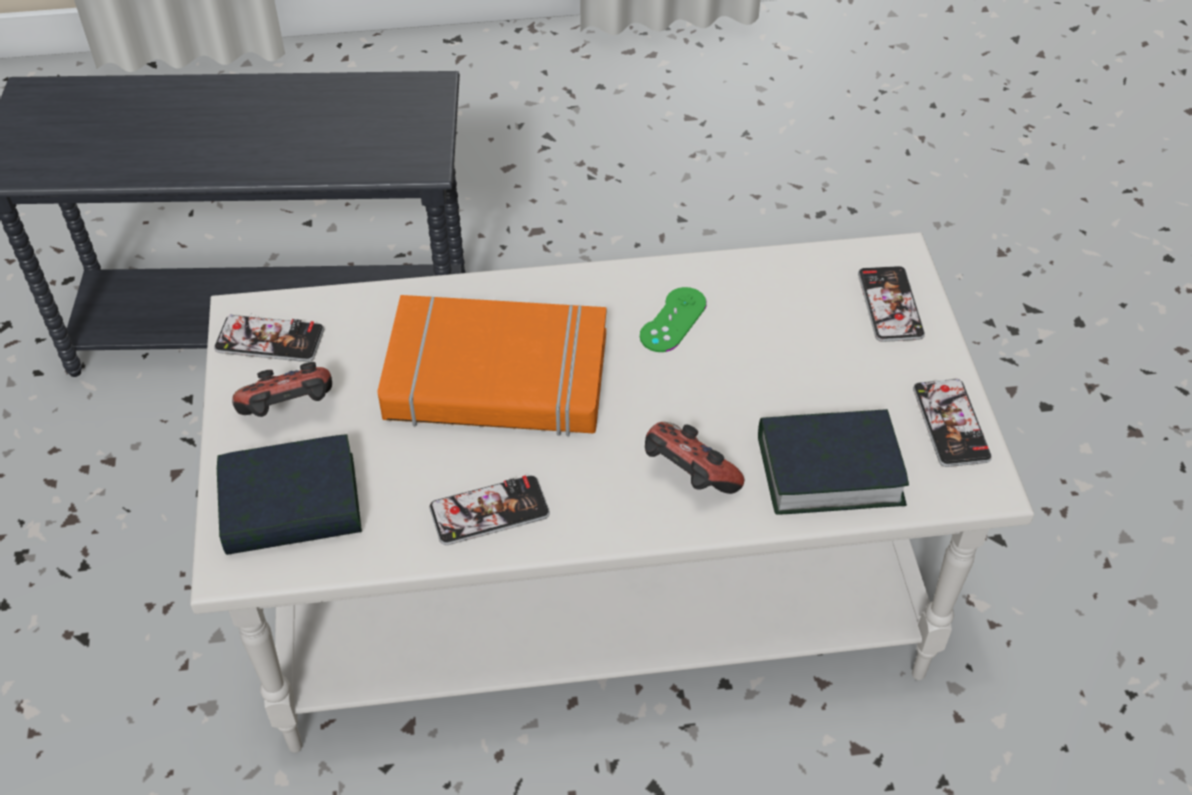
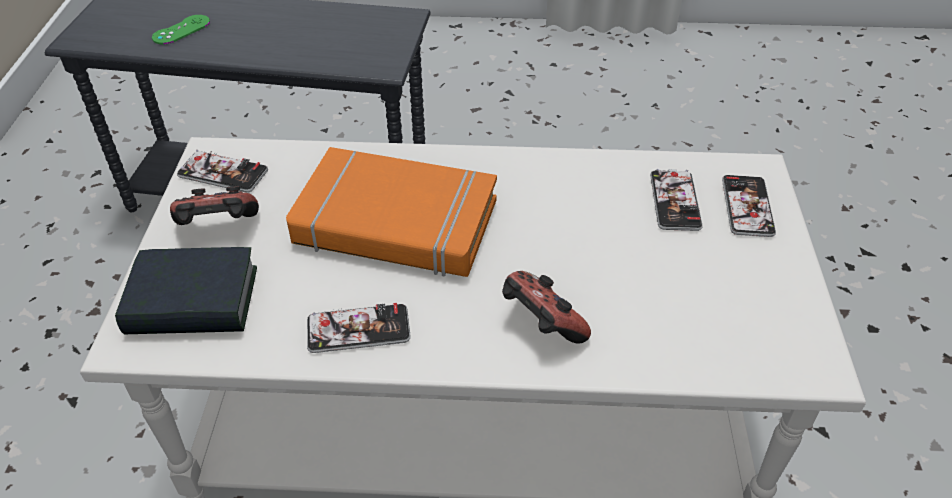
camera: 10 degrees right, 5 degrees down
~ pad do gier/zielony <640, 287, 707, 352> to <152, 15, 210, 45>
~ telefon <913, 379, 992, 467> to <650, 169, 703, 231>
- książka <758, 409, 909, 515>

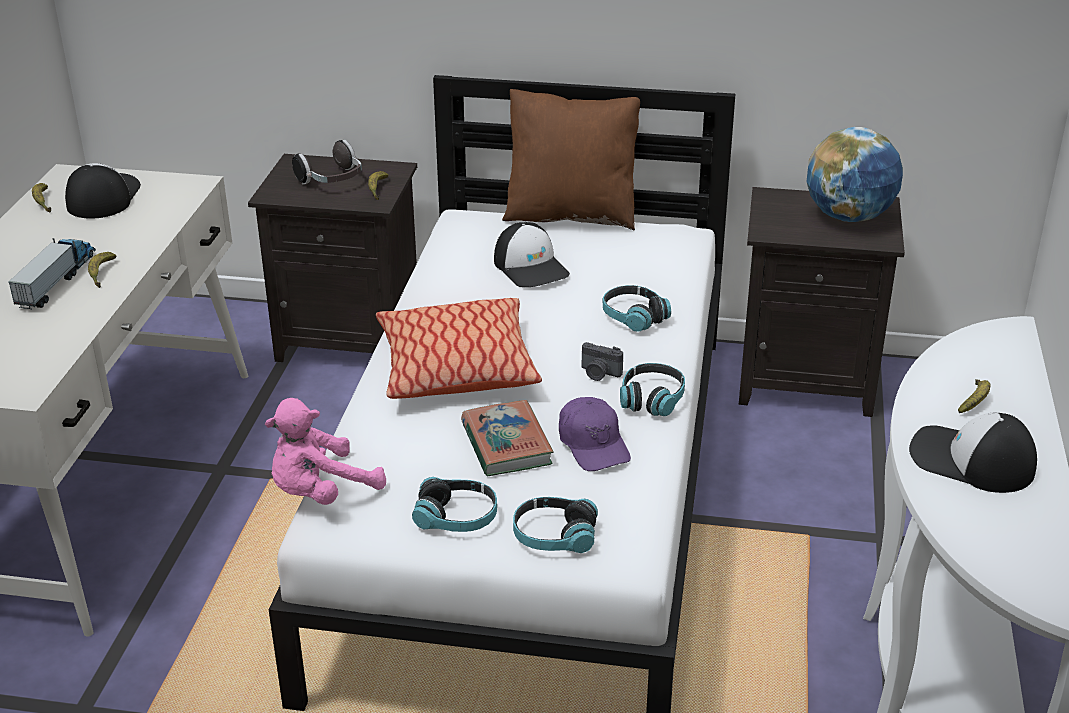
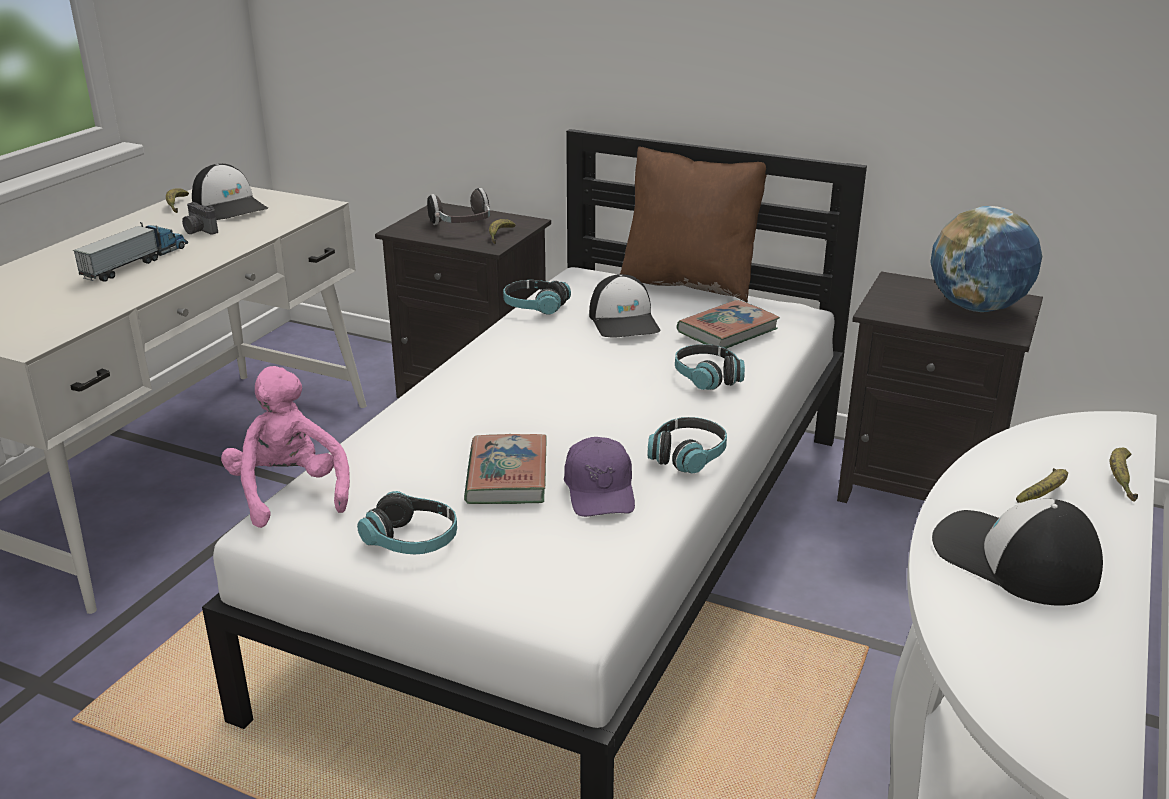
camera: 15 degrees right, 5 degrees down
~ aparat fotograficzny <582, 342, 623, 381> to <182, 202, 218, 234>
~ czapka z daszkiem <65, 163, 141, 219> = <192, 164, 268, 220> 120 degrees clockwise
~ pluszak/różowy <265, 398, 386, 505> = <221, 366, 350, 528> 90 degrees clockwise
~ słuchawki <513, 497, 598, 553> to <503, 280, 571, 315>
+ książka <677, 300, 780, 349>
~ banan <88, 252, 116, 288> to <1110, 448, 1138, 502>
- poduszka <376, 298, 542, 399>

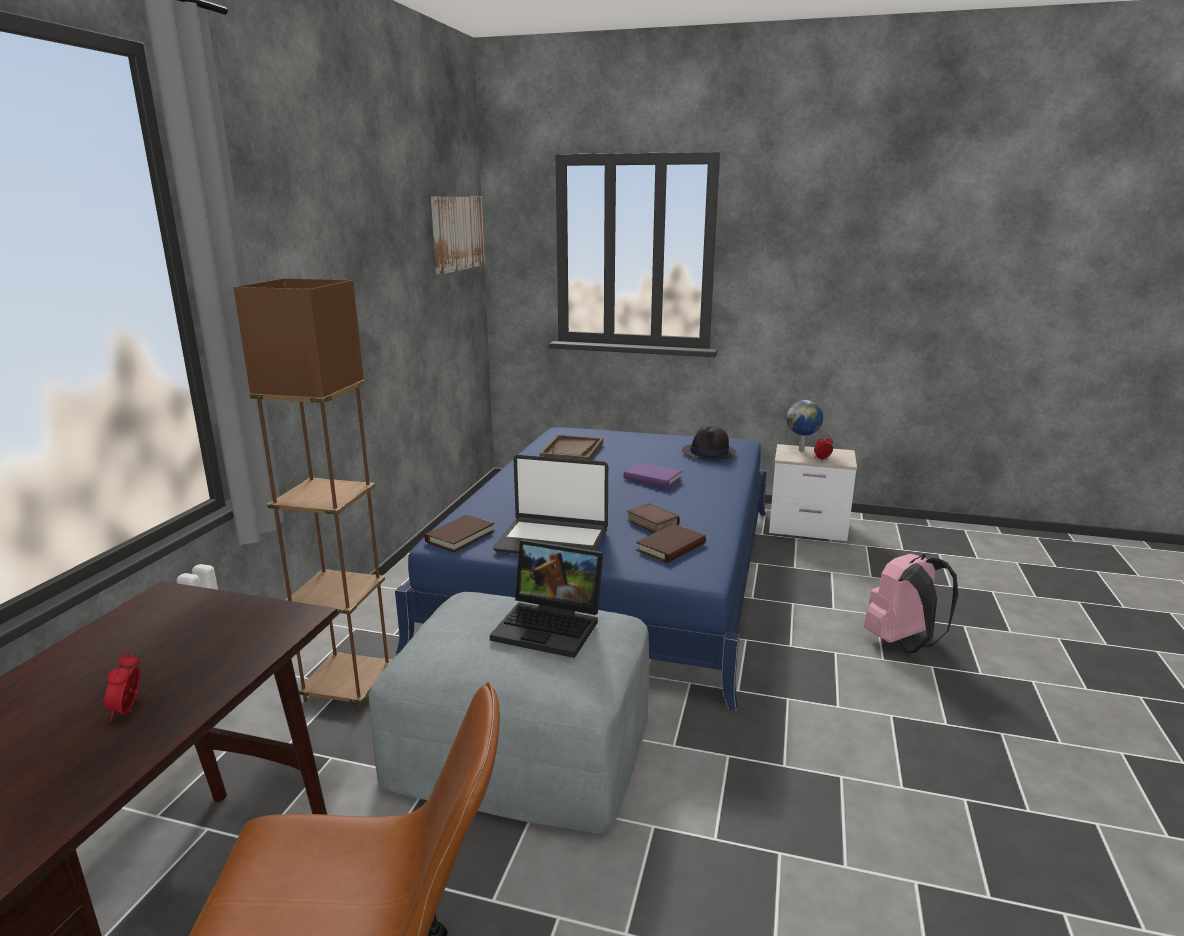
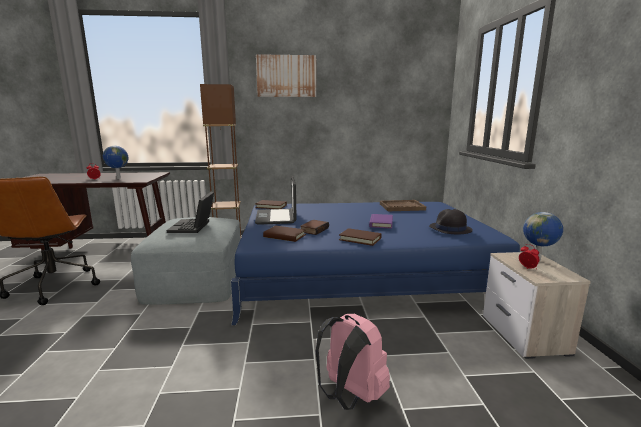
camera: 70 degrees right, 5 degrees down
+ globus <103, 146, 128, 179>
~ obraz <431, 197, 485, 274> to <256, 54, 316, 97>
+ książka/brązowy <339, 228, 382, 246>

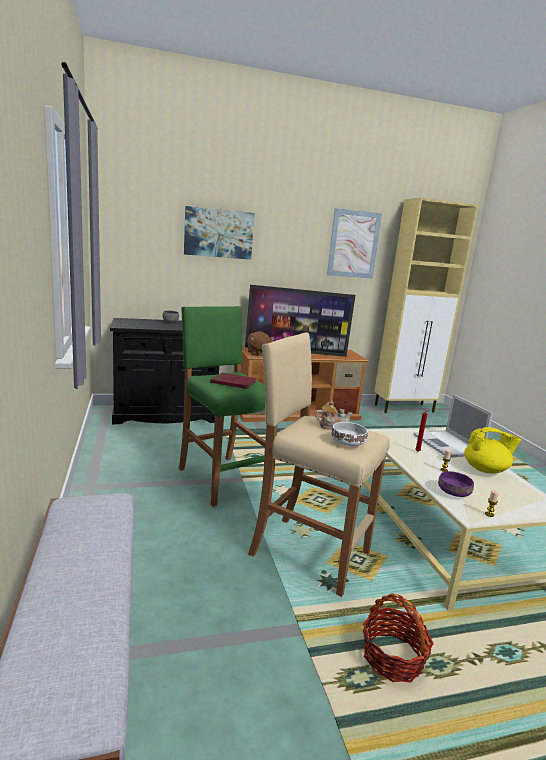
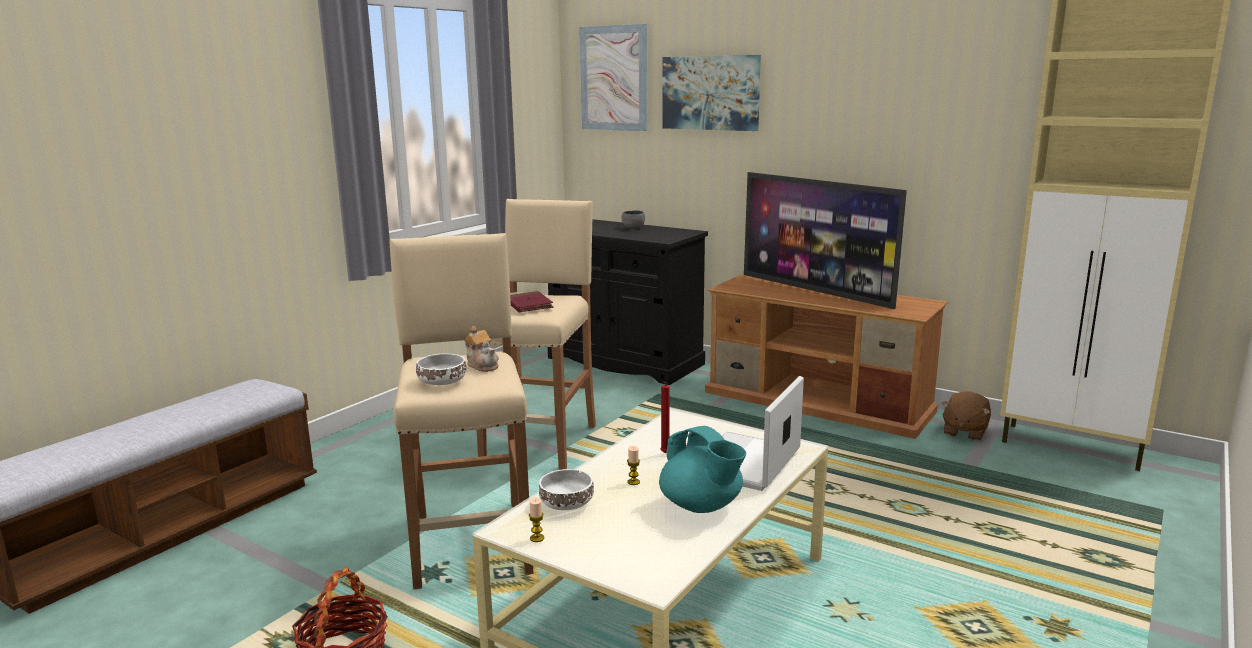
camera: 50 degrees right, 0 degrees up
~ stołek/zielony <179, 306, 267, 507> to stołek/beżowy <477, 199, 596, 470>
~ miska/fioletowy <438, 471, 474, 497> to miska/biały <539, 469, 594, 510>
~ obraz <327, 208, 382, 279> to <579, 24, 647, 131>
~ imbryk/żółty <464, 427, 522, 474> to imbryk/turkusowy <659, 426, 746, 513>
~ pluszak/brązowy <247, 331, 275, 356> to <941, 392, 991, 441>

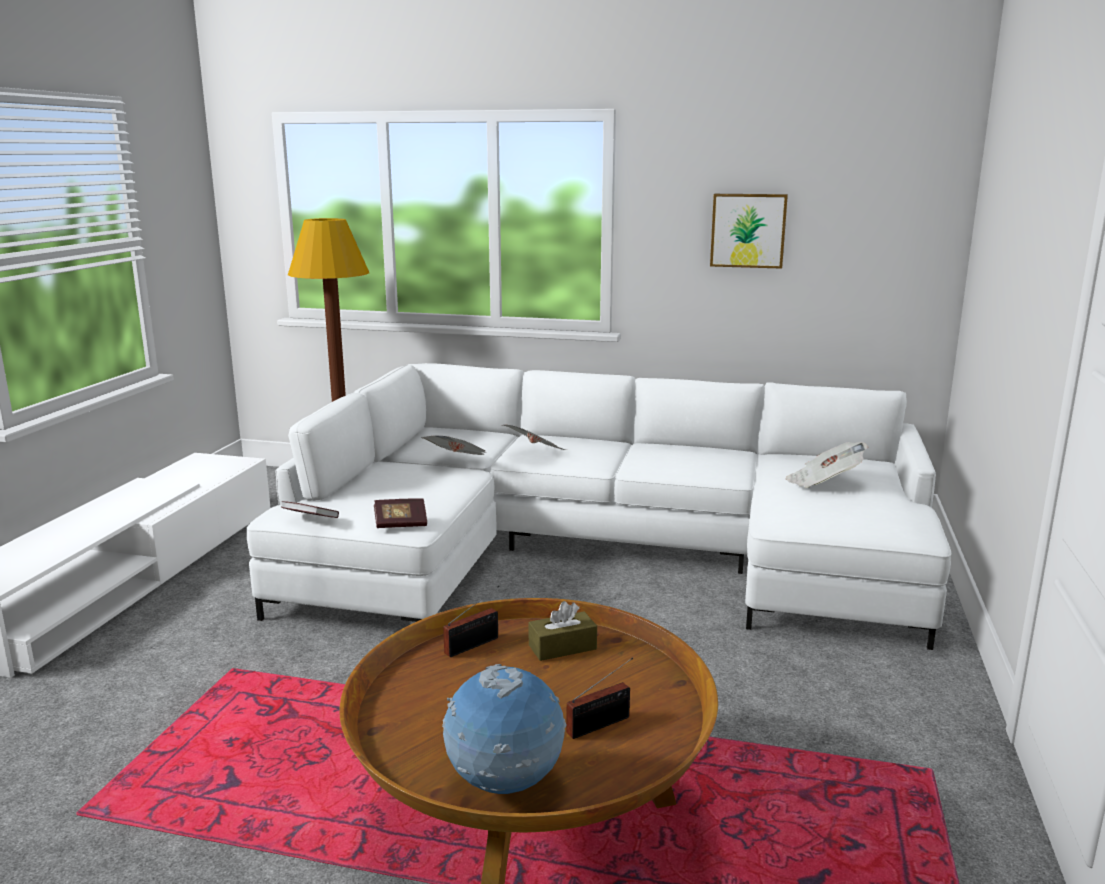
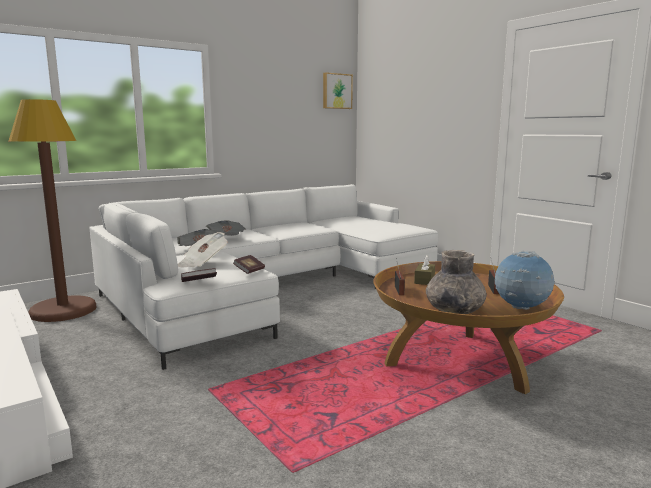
camera: 50 degrees left, 5 degrees down
~ gazeta <786, 442, 868, 488> to <178, 232, 227, 267>
~ obraz <710, 194, 788, 269> to <323, 72, 353, 109>
+ wazon/szary <426, 250, 487, 314>

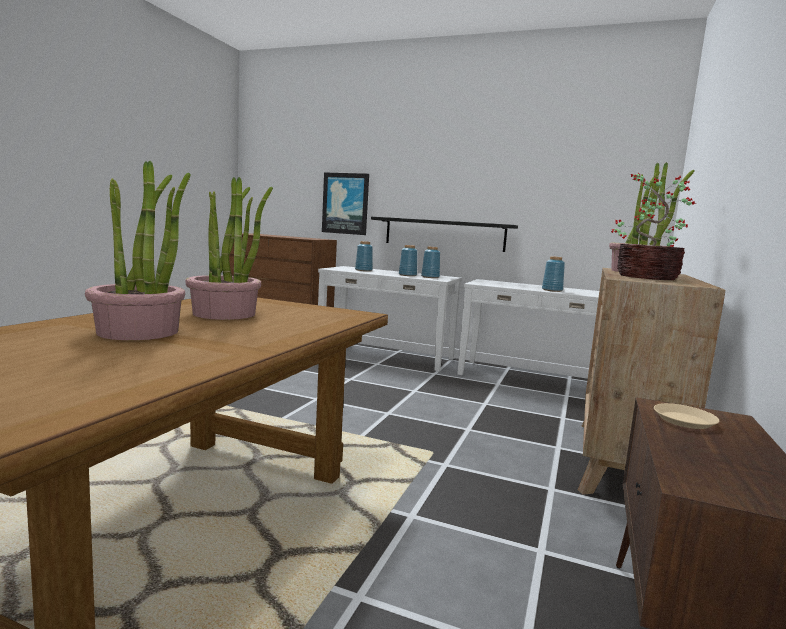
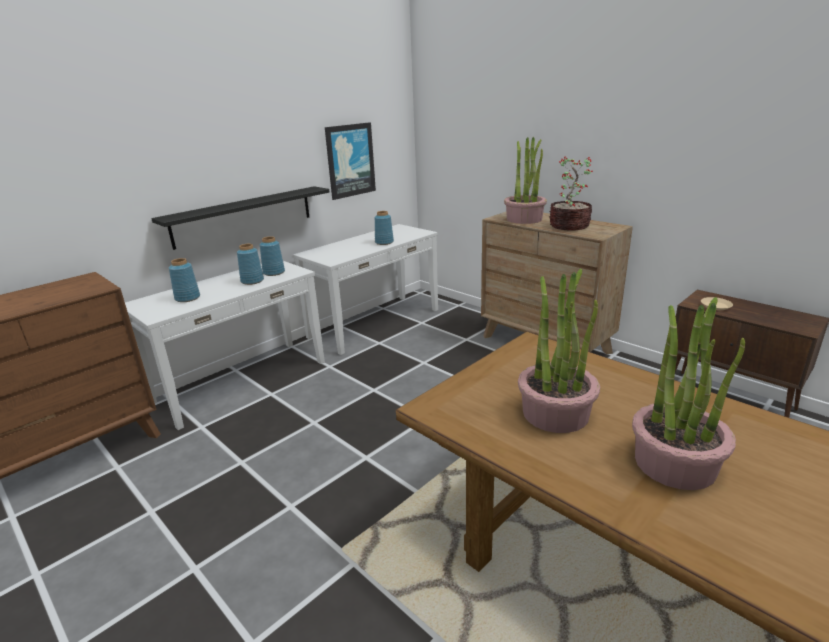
camera: 65 degrees left, 15 degrees up
~ obraz <322, 172, 369, 235> to <325, 122, 376, 200>

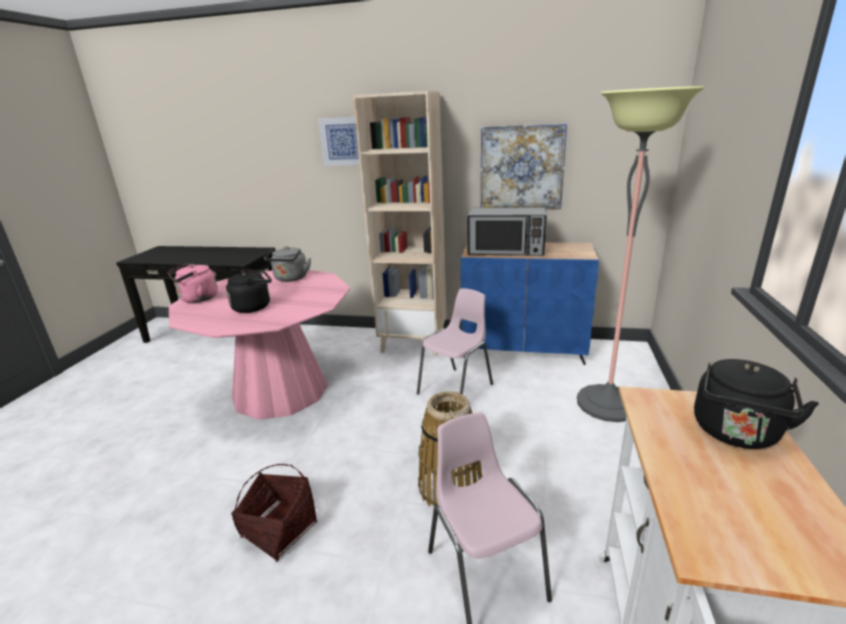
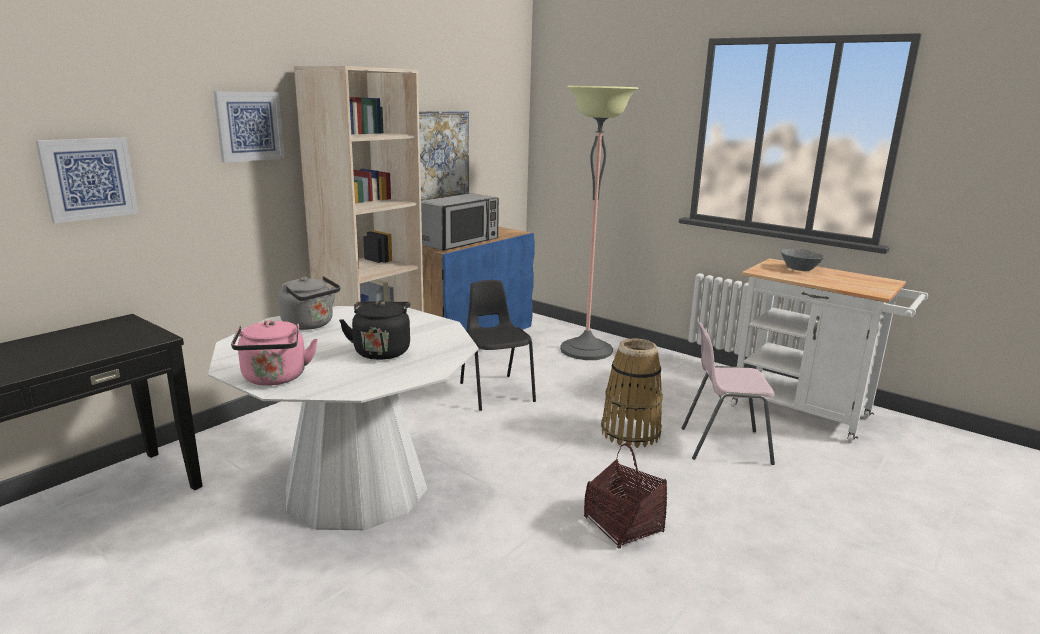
camera: 65 degrees left, 5 degrees down
+ obraz <36, 137, 139, 223>
~ stół jadalny/różowy <169, 270, 350, 420> to stół jadalny/biały <208, 306, 478, 530>
~ krzesło/różowy <417, 288, 493, 408> to krzesło/czarny <460, 280, 536, 411>
~ czajnik/czarny <694, 359, 819, 449> to miska/szary <781, 249, 824, 271>

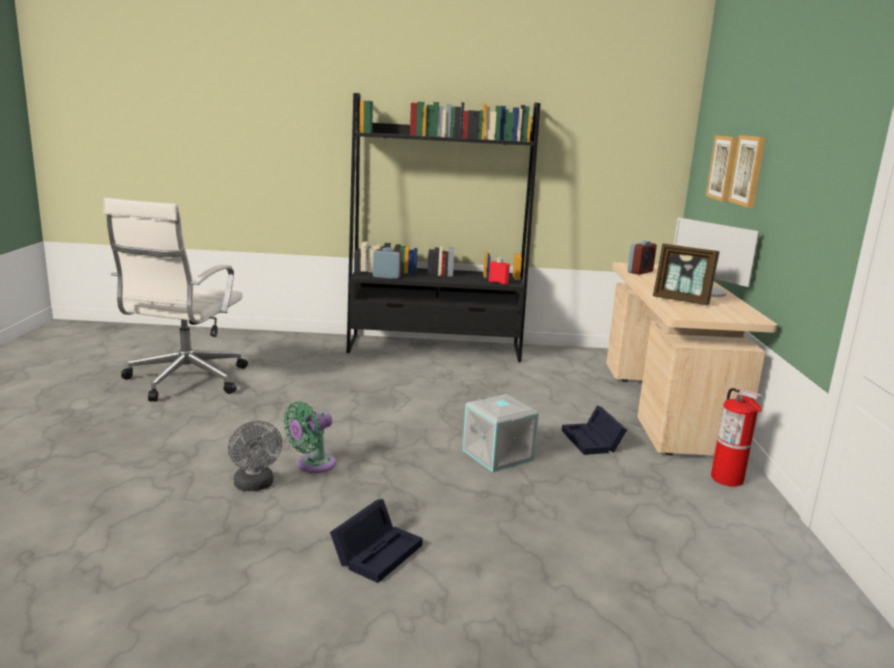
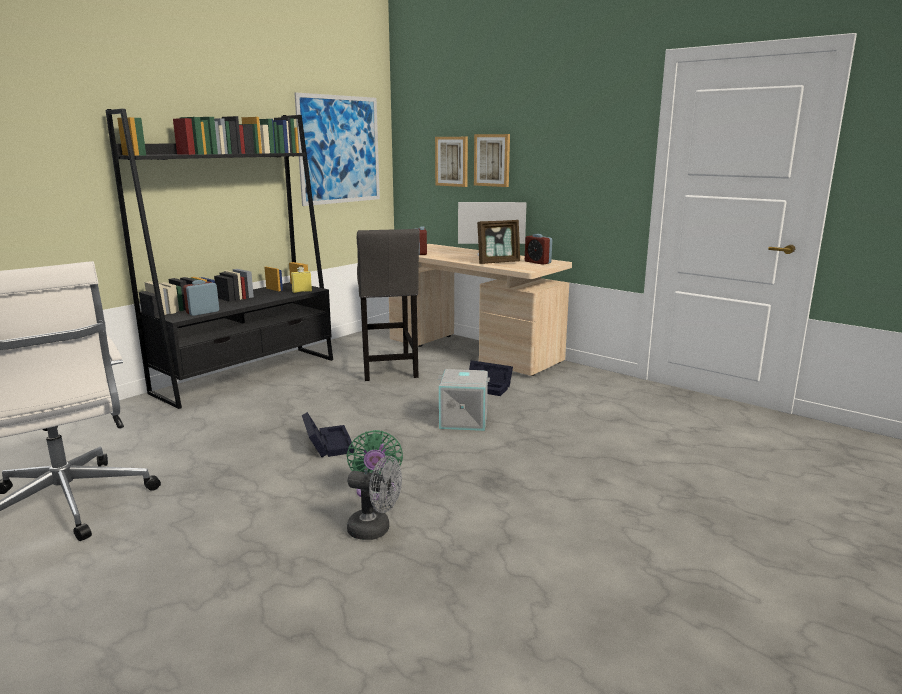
camera: 50 degrees left, 0 degrees up
~ butelka/czerwony <489, 257, 510, 285> to butelka/żółty <291, 267, 312, 293>
+ obraz <295, 92, 380, 206>
~ pojemnik do przechowywania/czarny <330, 499, 423, 583> to <302, 412, 354, 457>
+ stołek/szary <357, 229, 420, 381>
+ budzik <525, 234, 552, 265>
- gaśnica <711, 388, 763, 487>

